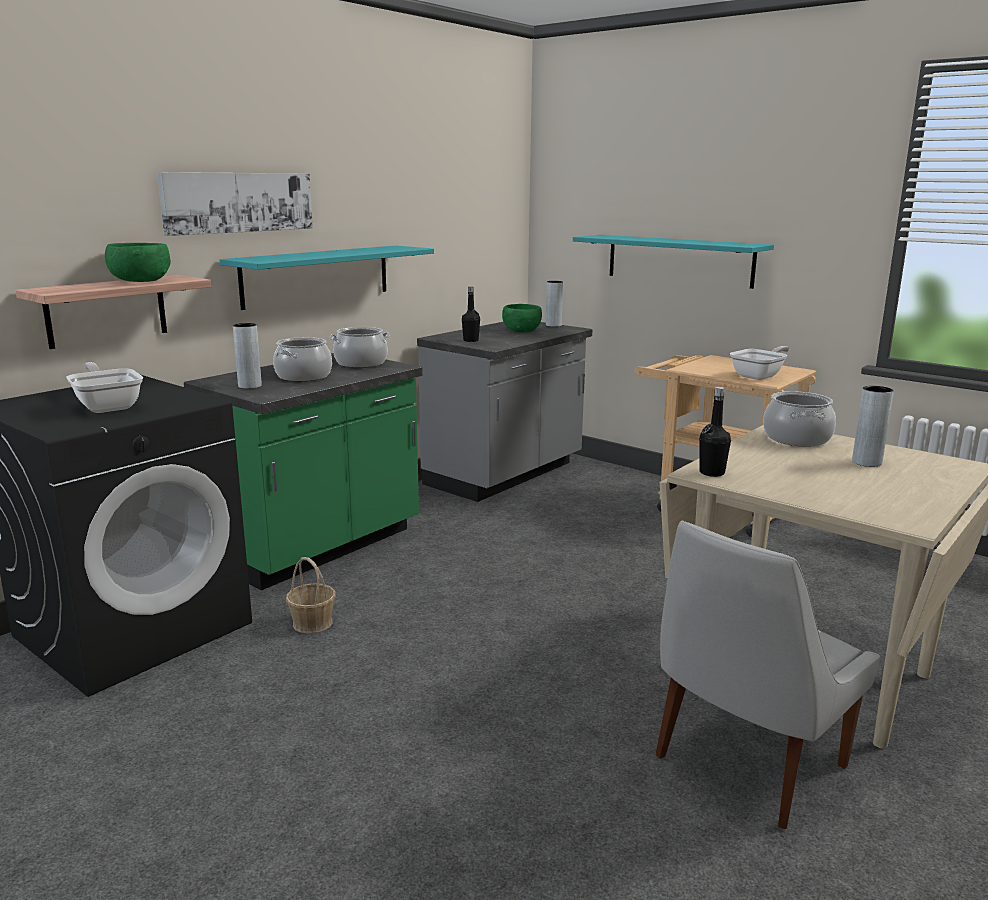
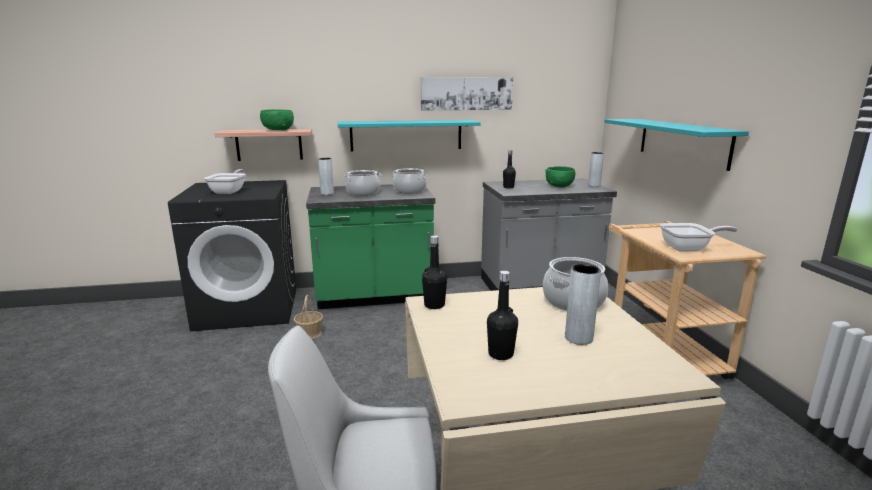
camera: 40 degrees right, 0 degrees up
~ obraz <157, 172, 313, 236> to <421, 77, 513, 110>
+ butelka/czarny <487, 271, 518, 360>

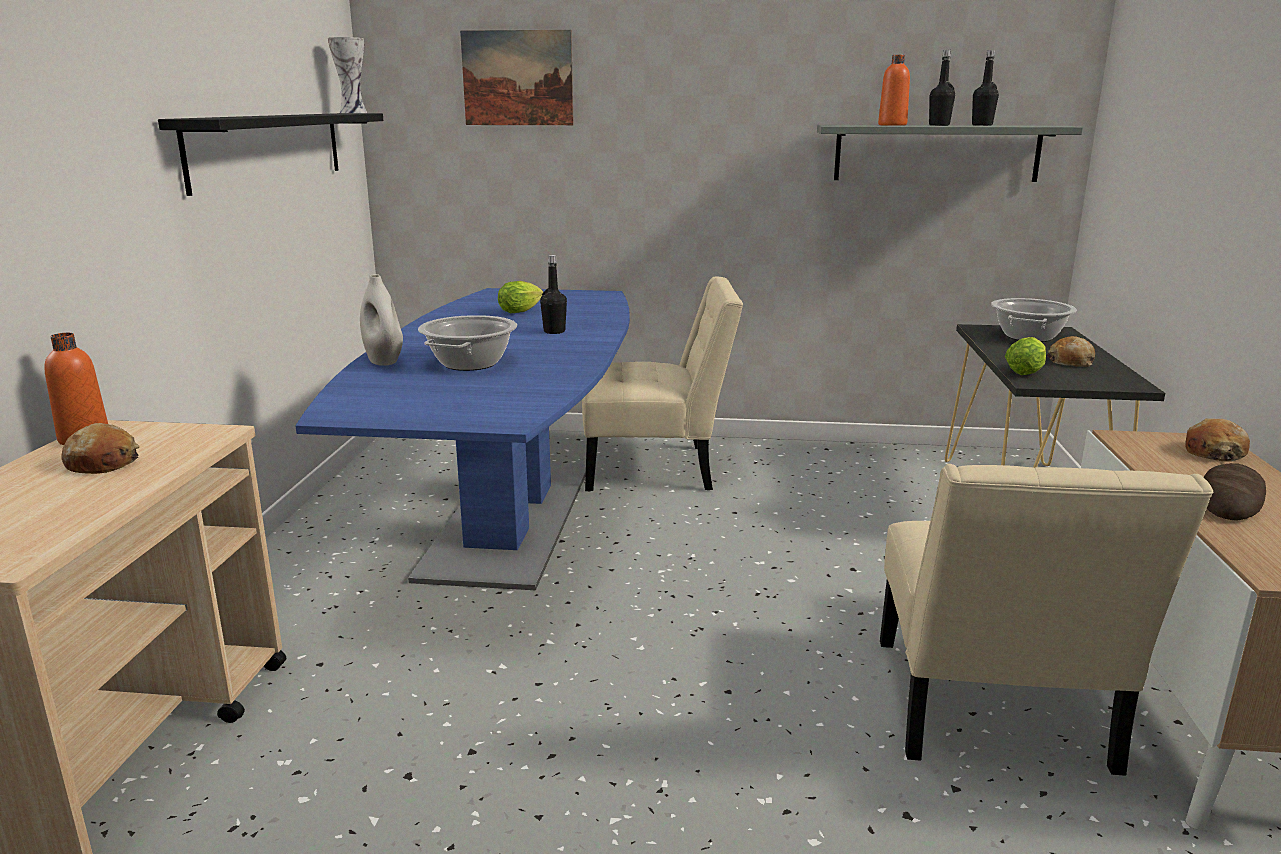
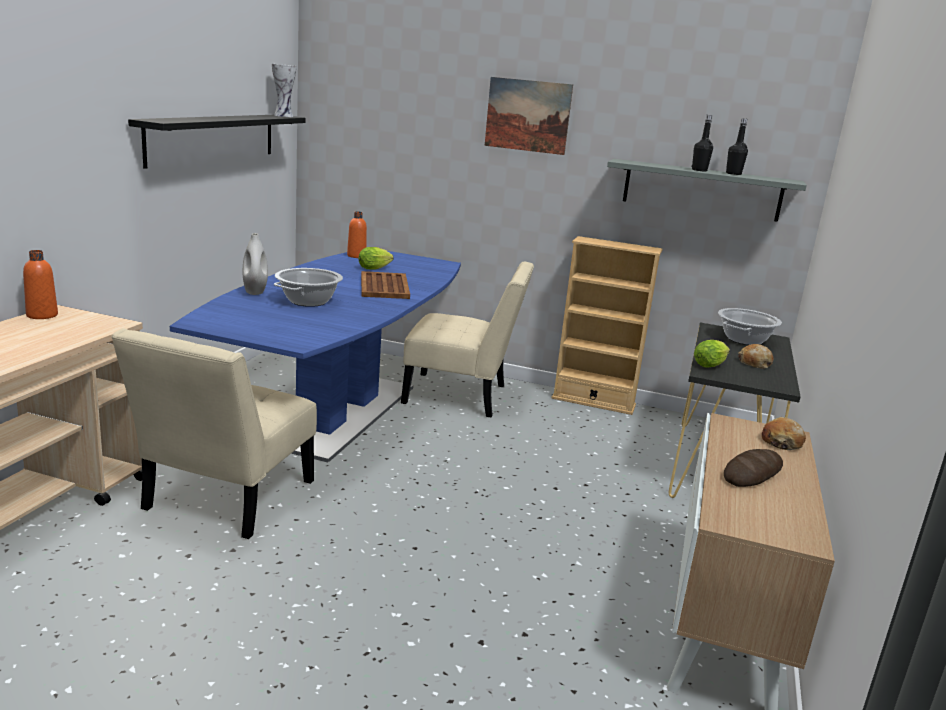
camera: 10 degrees right, 0 degrees up
~ krzesło/beżowy <880, 464, 1213, 776> to <111, 328, 317, 539>
~ butelka/pomarańczowy <878, 55, 910, 126> to <347, 211, 367, 258>
~ butelka/czarny <540, 255, 567, 334> to taca/brązowy <361, 271, 410, 299>
~ obraz <460, 30, 574, 125> to <485, 77, 573, 155>
+ regał/beżowy <552, 236, 663, 415>
- chleb <61, 423, 140, 474>

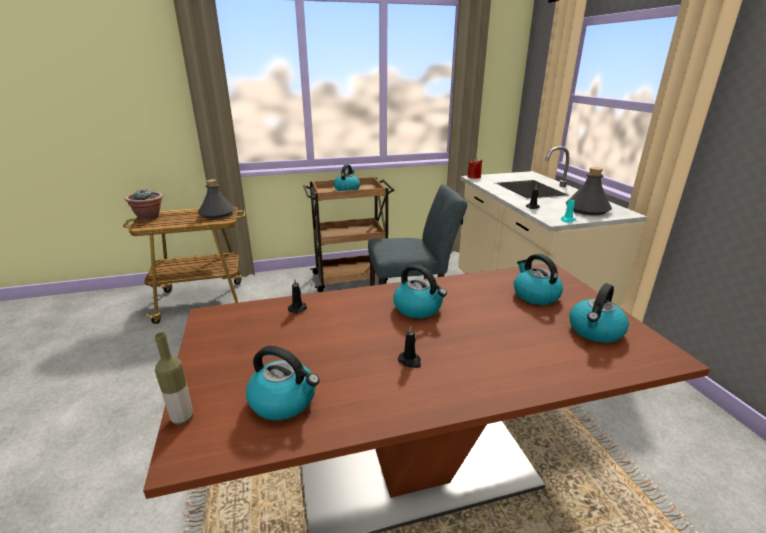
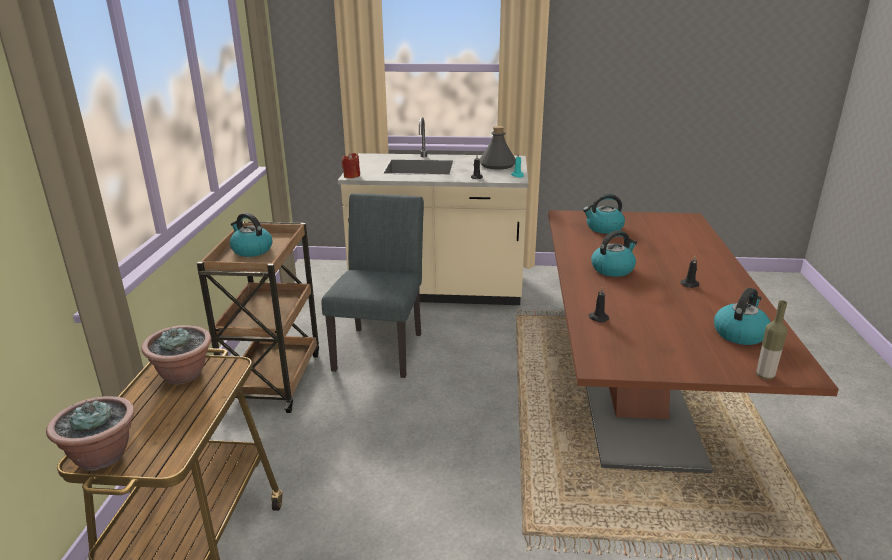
camera: 70 degrees left, 0 degrees up
~ butelka/szary <198, 179, 235, 219> to roślina doniczkowa <141, 325, 211, 384>
- czajnik <569, 283, 629, 343>

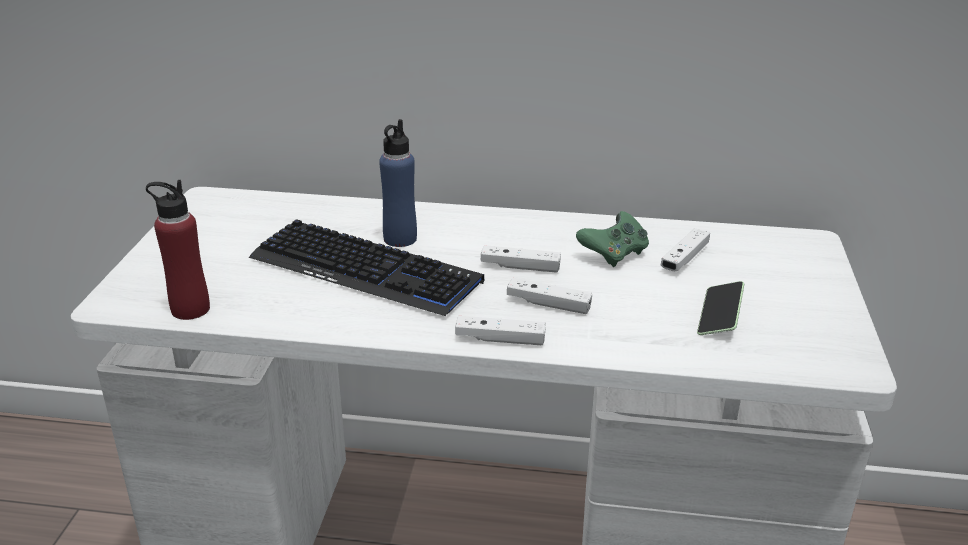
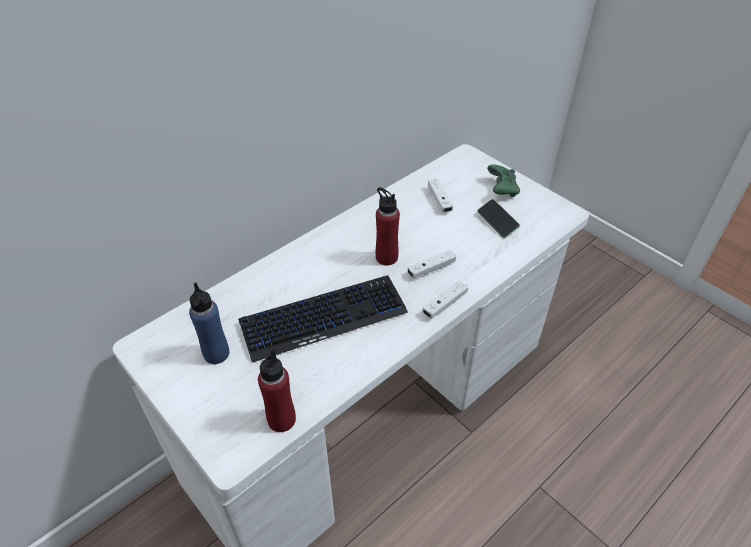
camera: 50 degrees left, 15 degrees up
~ butelka/niebieski <379, 119, 417, 247> to <189, 283, 229, 364>
~ pad do gier/biały <481, 245, 561, 273> to butelka/czerwony <376, 187, 400, 265>
~ pad do gier/zielony <576, 211, 649, 267> to <487, 164, 520, 197>

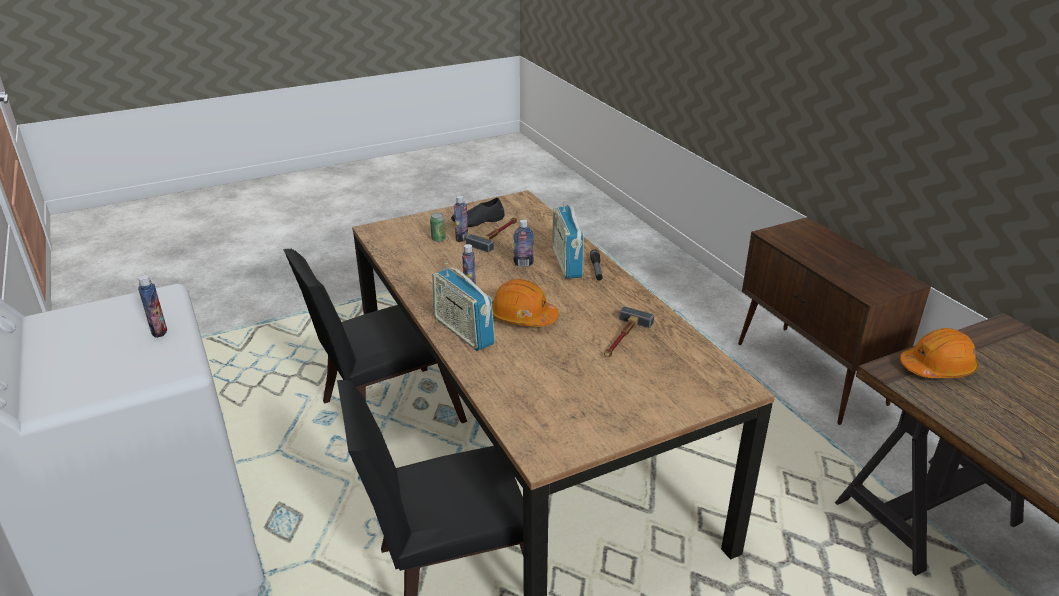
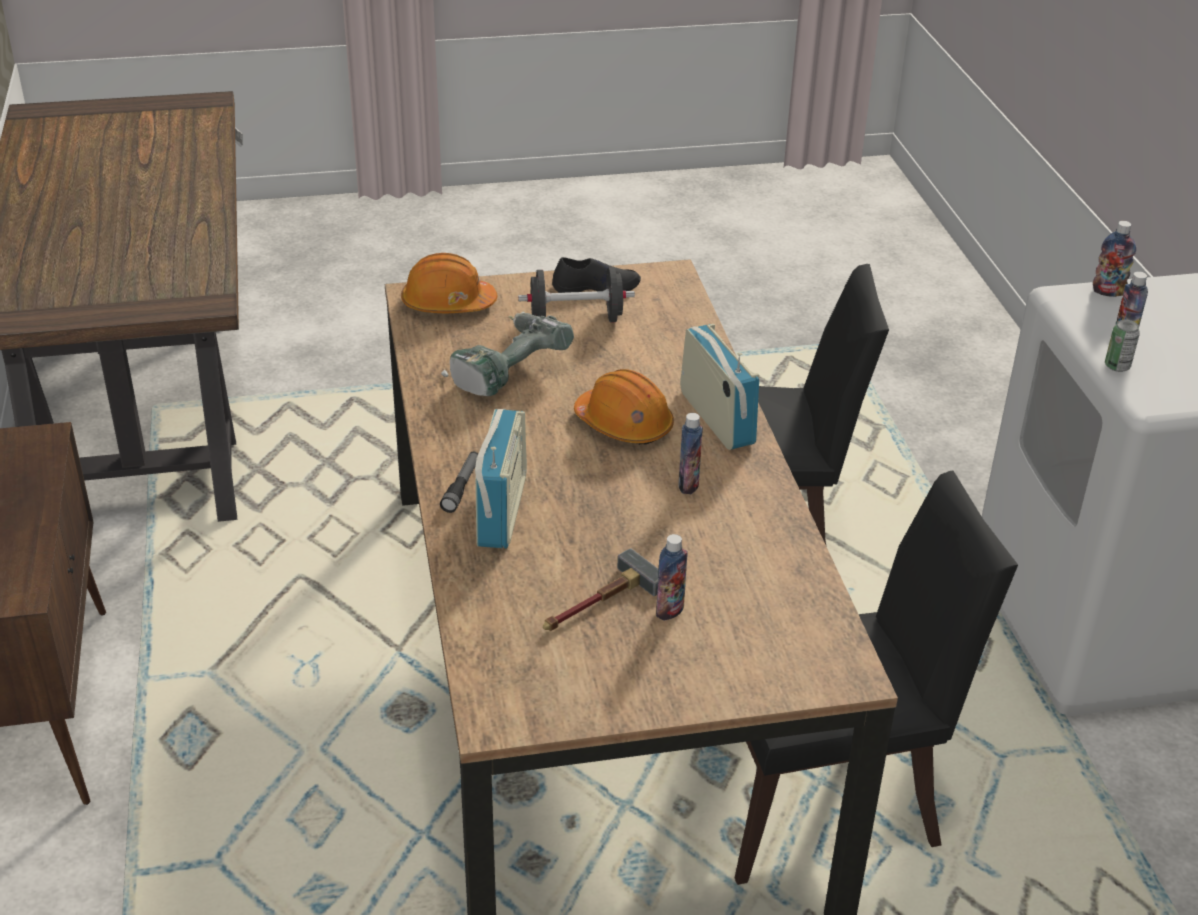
camera: 165 degrees left, 5 degrees up
~ kask/pomarańczowy <900, 328, 979, 378> to <401, 253, 497, 313>
~ młotek <605, 306, 654, 357> to wiertarka <441, 311, 574, 396>
+ hantel/czarny <518, 267, 635, 323>
~ but/czarny <451, 198, 505, 227> to <552, 257, 641, 293>
~ butelka <513, 219, 534, 267> to <1093, 221, 1136, 297>
~ puszka <430, 213, 446, 242> to <1105, 320, 1140, 372>

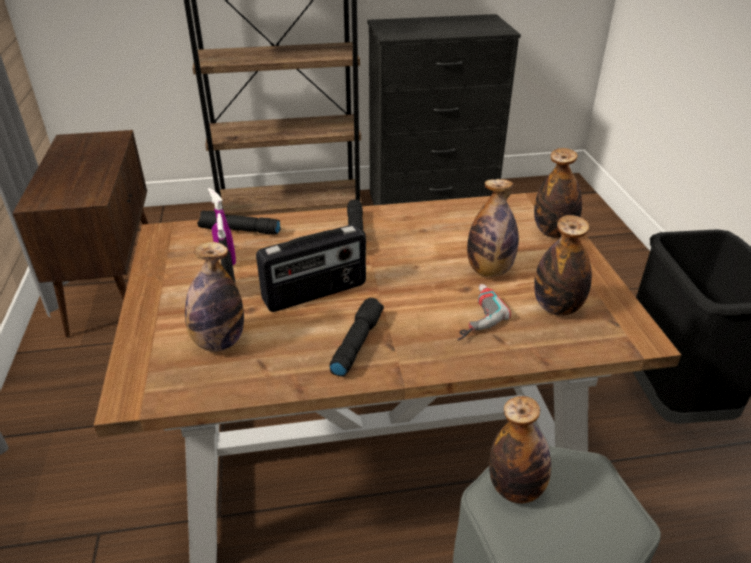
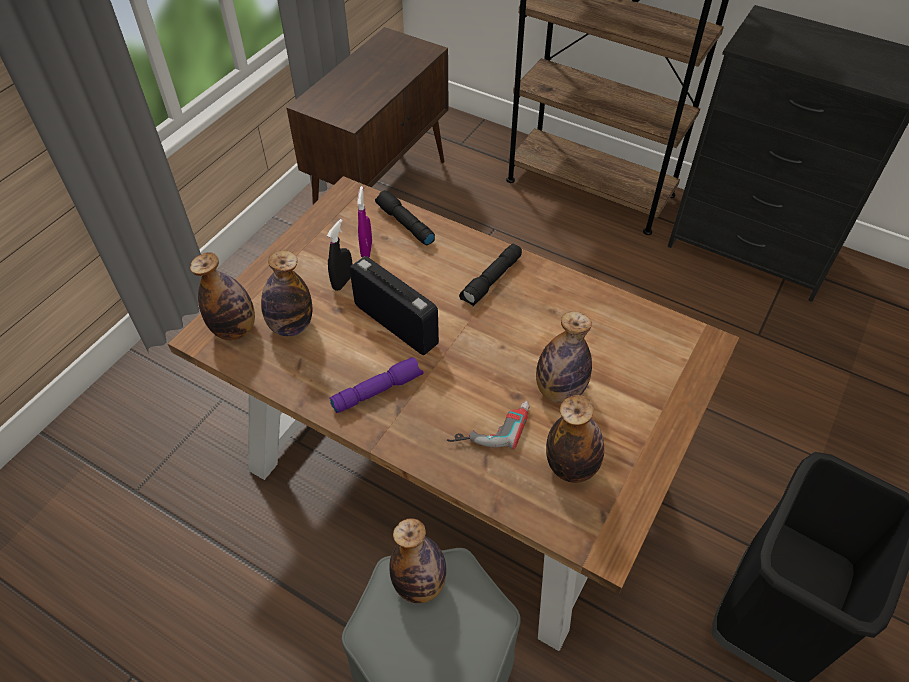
camera: 40 degrees right, 15 degrees up
~ butelka <534, 148, 582, 238> to <190, 252, 255, 340>
~ latarka/czarny <330, 298, 384, 377> to latarka/fioletowy <329, 357, 424, 413>
~ radio <256, 225, 366, 312> = <349, 256, 439, 355> 150 degrees counterclockwise

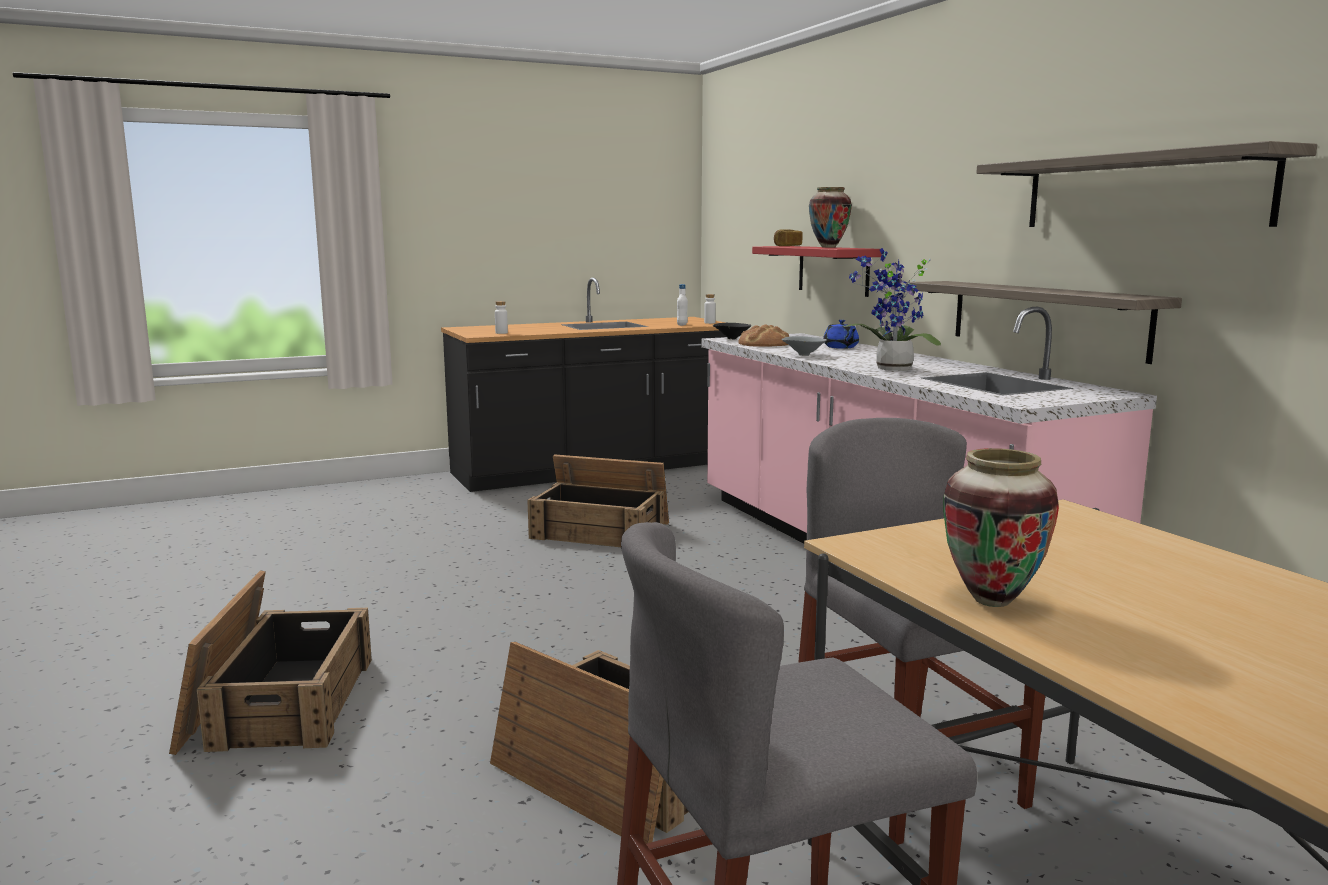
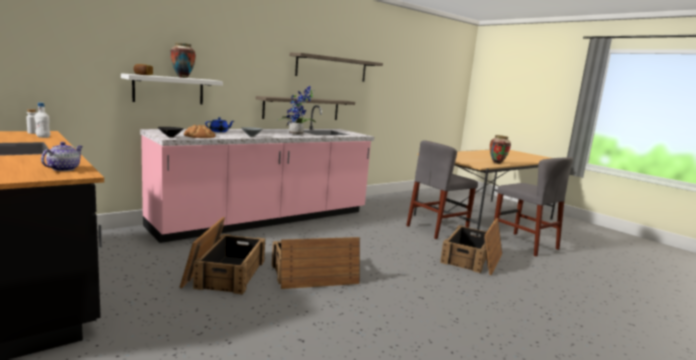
camera: 105 degrees left, 0 degrees up
~ butelka/biały <495, 301, 508, 334> to imbryk <41, 142, 83, 171>
~ półka/czerwony <752, 246, 882, 297> to półka/biały <121, 73, 223, 104>
~ skrzynka <169, 570, 372, 755> to <272, 237, 360, 289>

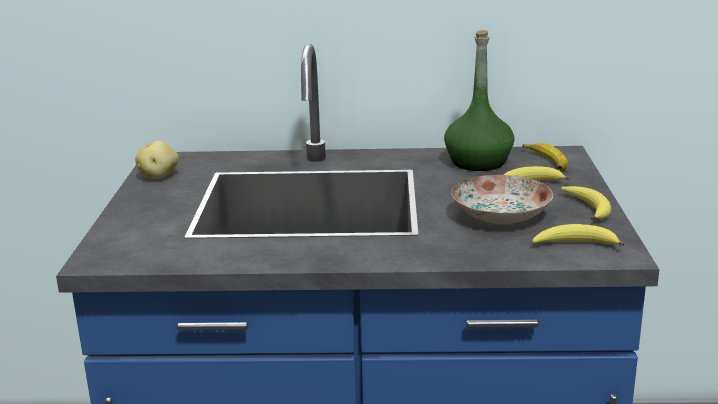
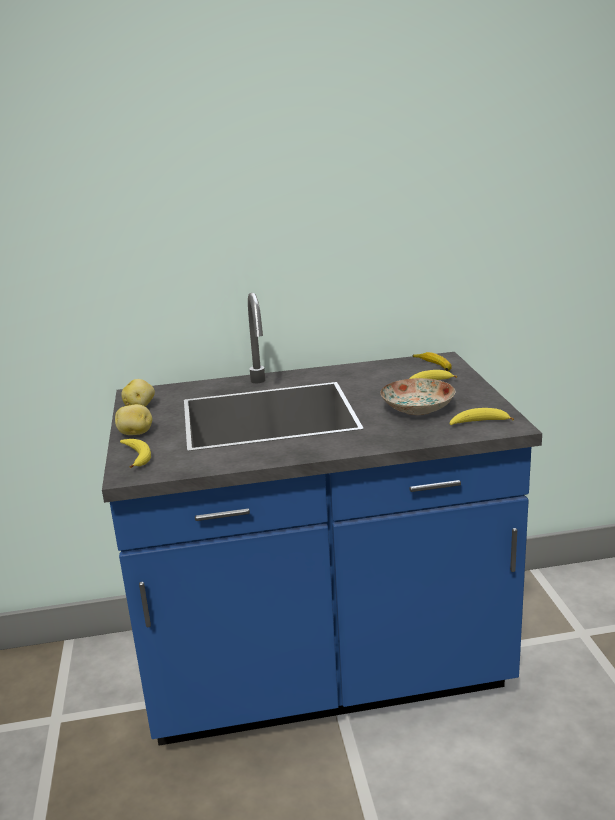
camera: 10 degrees left, 0 degrees up
+ ziemniak <115, 404, 152, 435>
~ banan <561, 186, 611, 220> to <120, 439, 151, 468>
- butelka/zielony <444, 30, 515, 171>

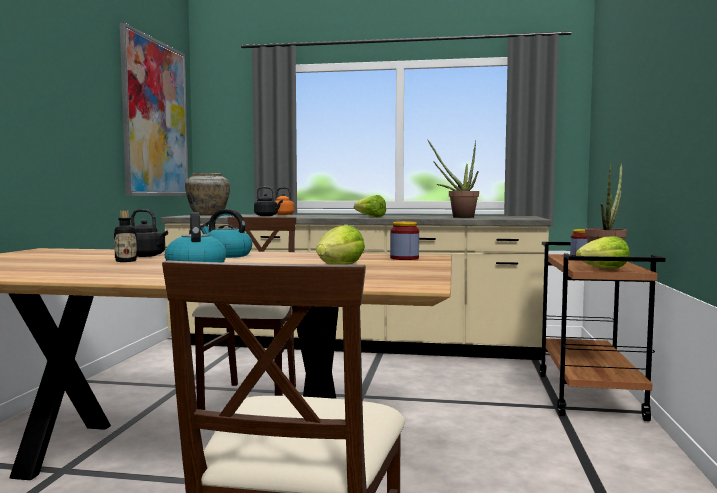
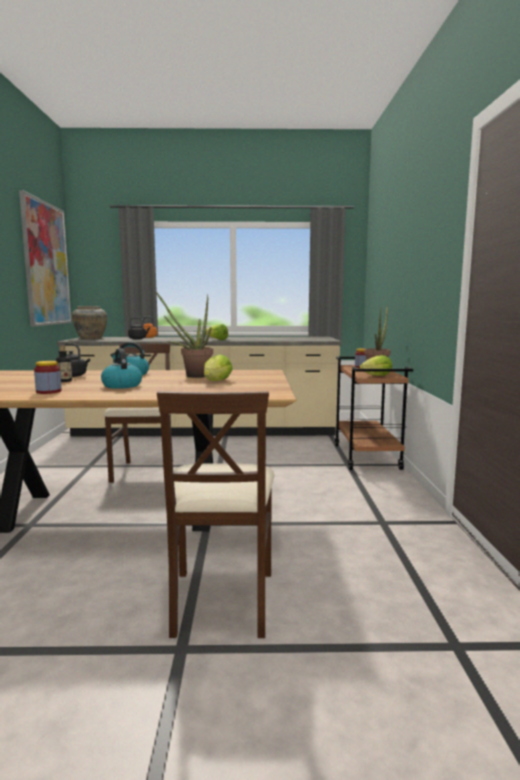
camera: 10 degrees left, 5 degrees up
~ słoik <390, 221, 419, 260> to <34, 361, 62, 394>
~ roślina doniczkowa <427, 139, 479, 218> to <156, 292, 213, 378>

